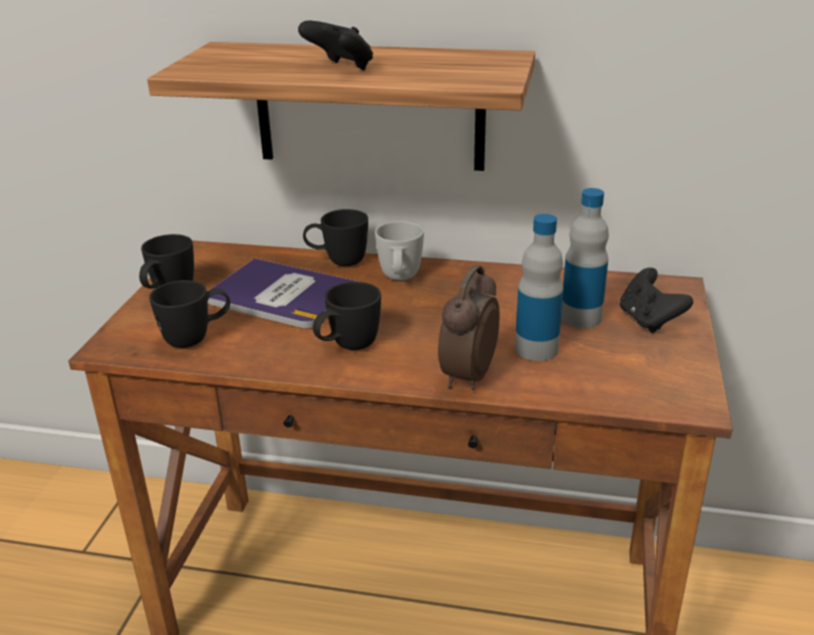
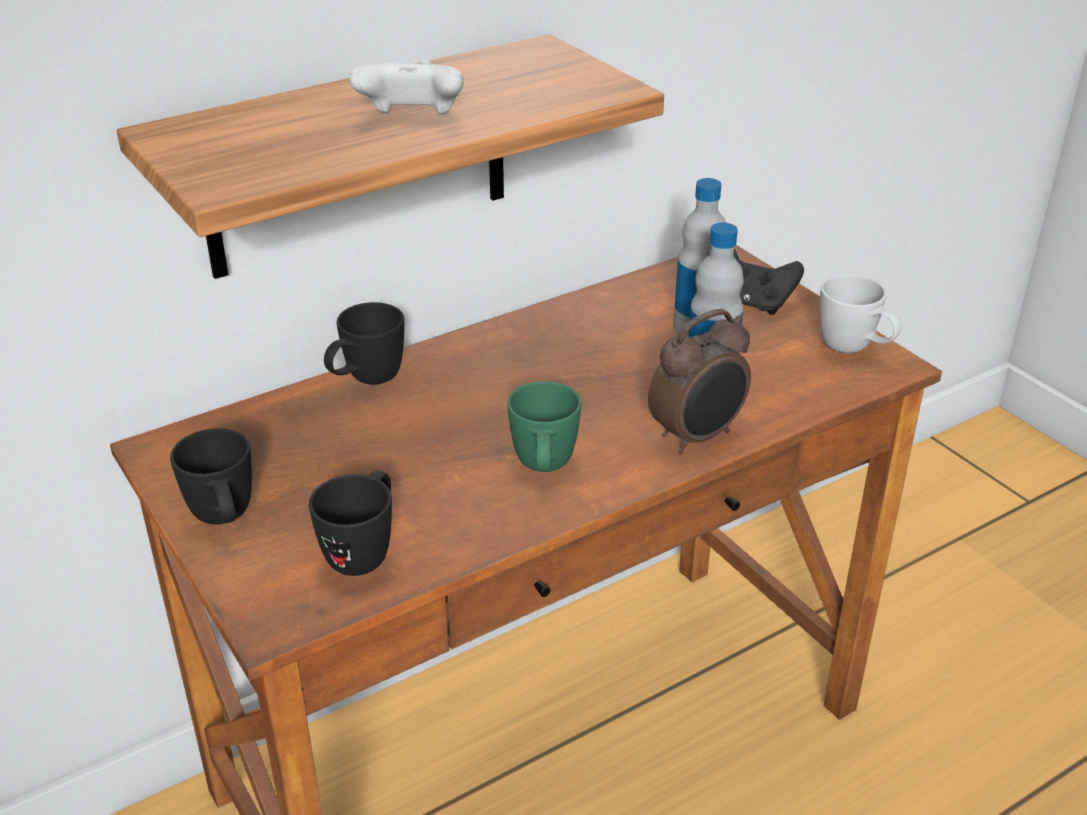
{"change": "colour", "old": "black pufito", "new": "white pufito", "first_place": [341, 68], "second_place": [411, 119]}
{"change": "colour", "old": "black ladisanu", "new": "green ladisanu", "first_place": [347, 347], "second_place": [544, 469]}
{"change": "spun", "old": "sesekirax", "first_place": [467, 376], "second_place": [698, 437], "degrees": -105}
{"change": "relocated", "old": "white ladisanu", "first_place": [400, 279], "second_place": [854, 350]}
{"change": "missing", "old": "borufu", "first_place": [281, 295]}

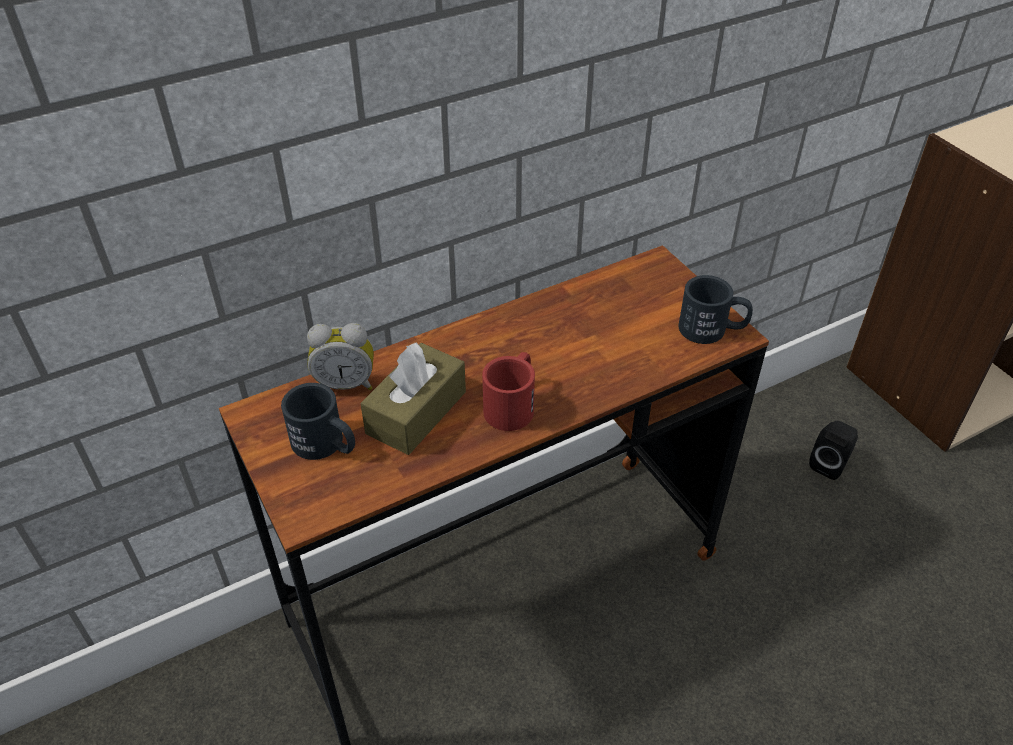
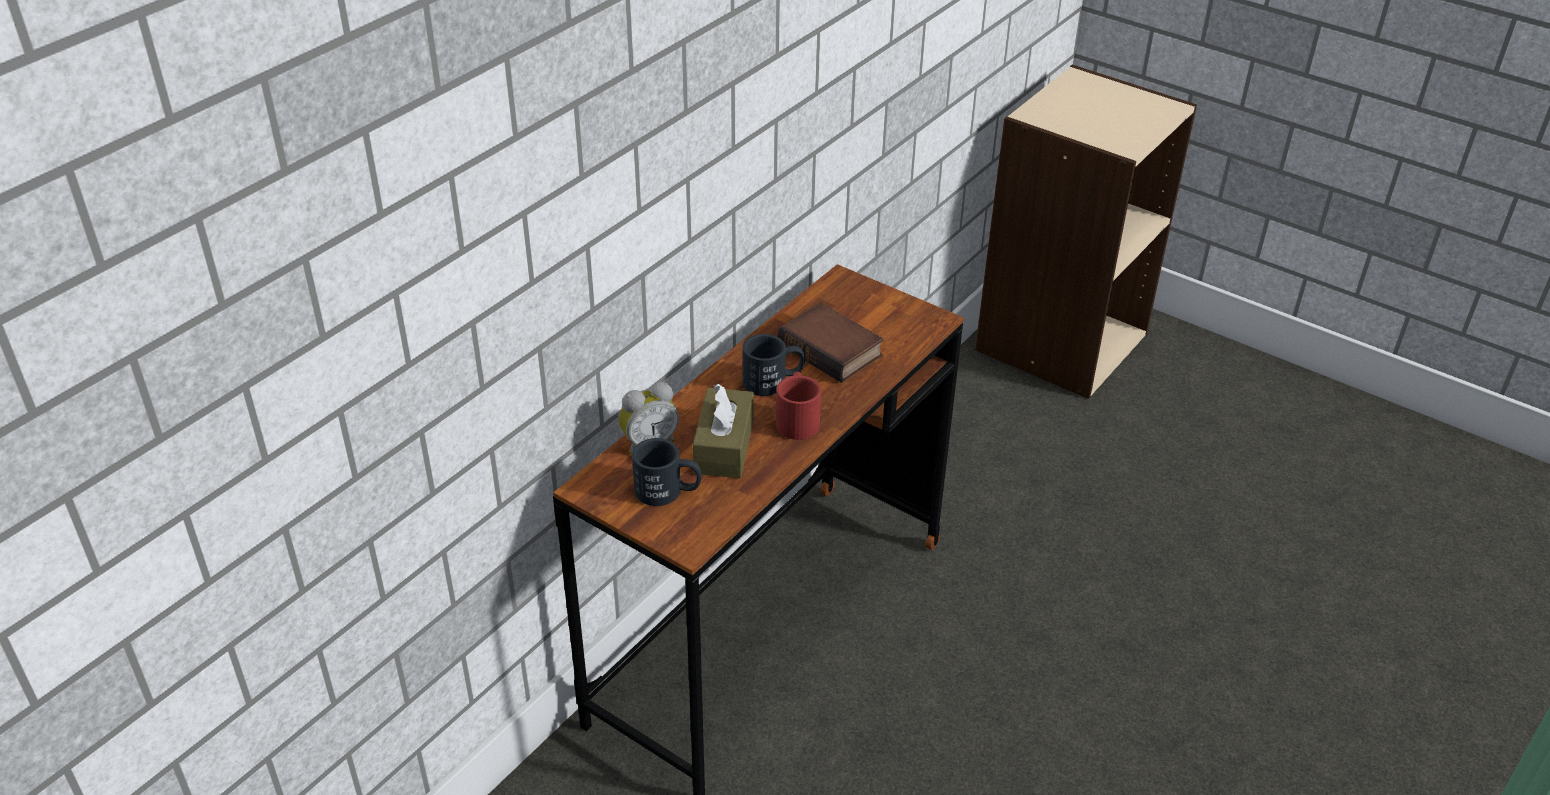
{"change": "relocated", "old": "black ladisanu", "first_place": [712, 329], "second_place": [773, 381]}
{"change": "appeared", "new": "borufu", "second_place": [833, 350]}
{"change": "missing", "old": "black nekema", "first_place": [829, 464]}

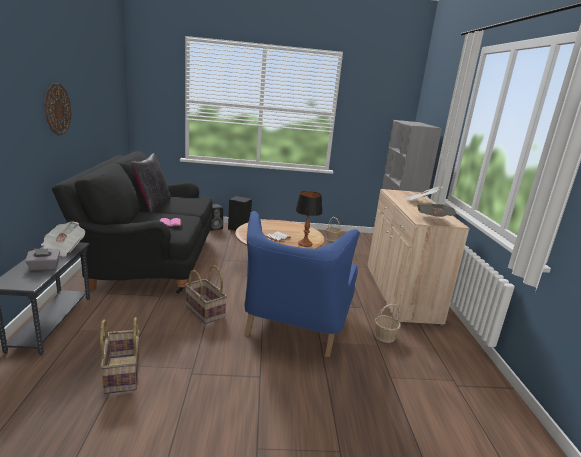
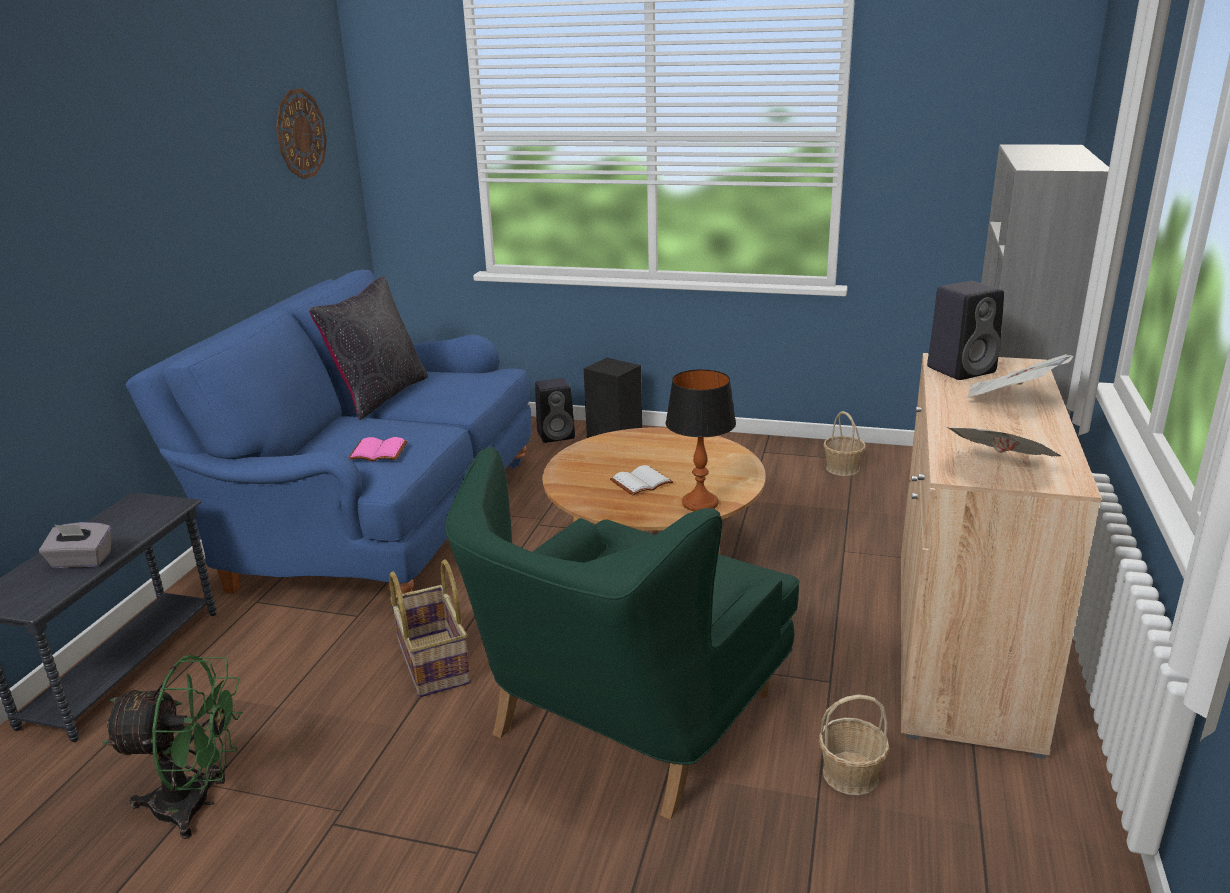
{"change": "exchanged", "old": "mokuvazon", "new": "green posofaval", "first_place": [121, 373], "second_place": [197, 804]}
{"change": "colour", "old": "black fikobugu", "new": "blue fikobugu", "first_place": [149, 260], "second_place": [376, 520]}
{"change": "relocated", "old": "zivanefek", "first_place": [57, 109], "second_place": [300, 134]}
{"change": "colour", "old": "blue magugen", "new": "green magugen", "first_place": [296, 325], "second_place": [628, 718]}
{"change": "appeared", "new": "black nekema", "second_place": [962, 369]}
{"change": "missing", "old": "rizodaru", "first_place": [62, 251]}

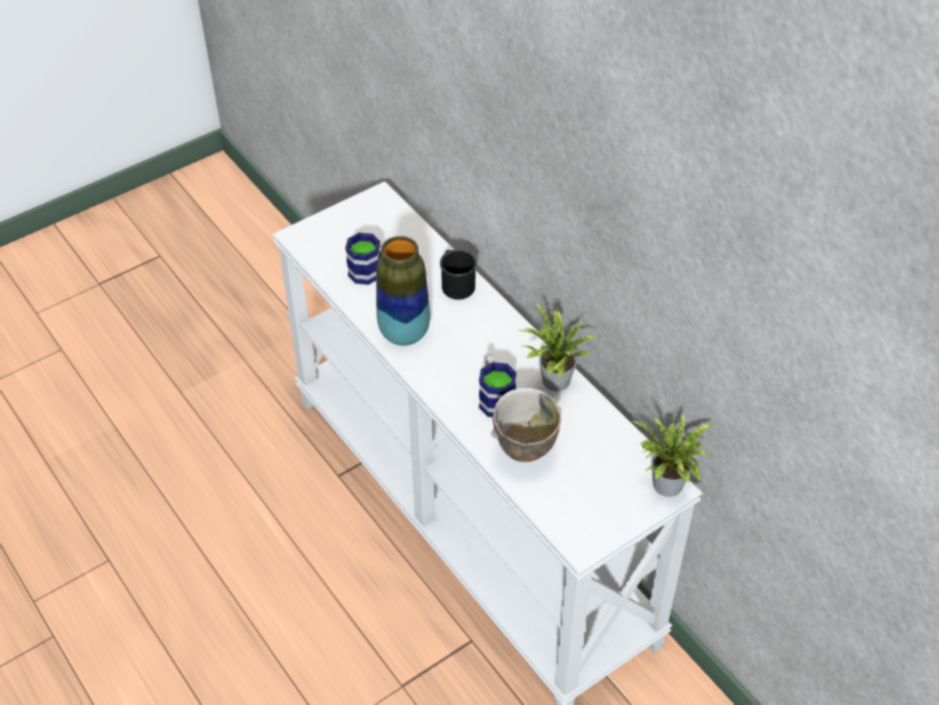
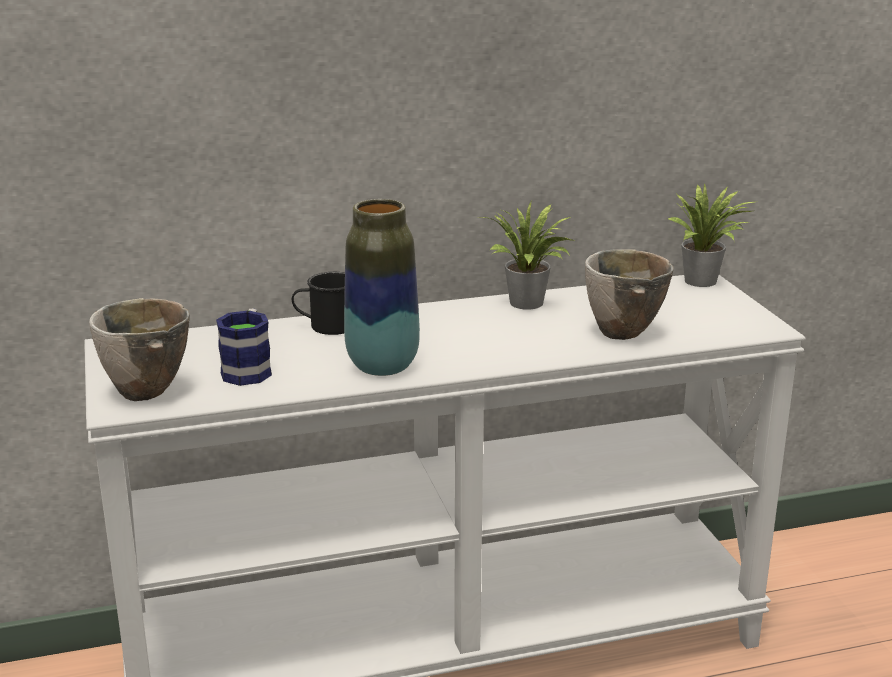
{"change": "appeared", "new": "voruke", "second_place": [147, 393]}
{"change": "missing", "old": "ladisanu", "first_place": [494, 397]}

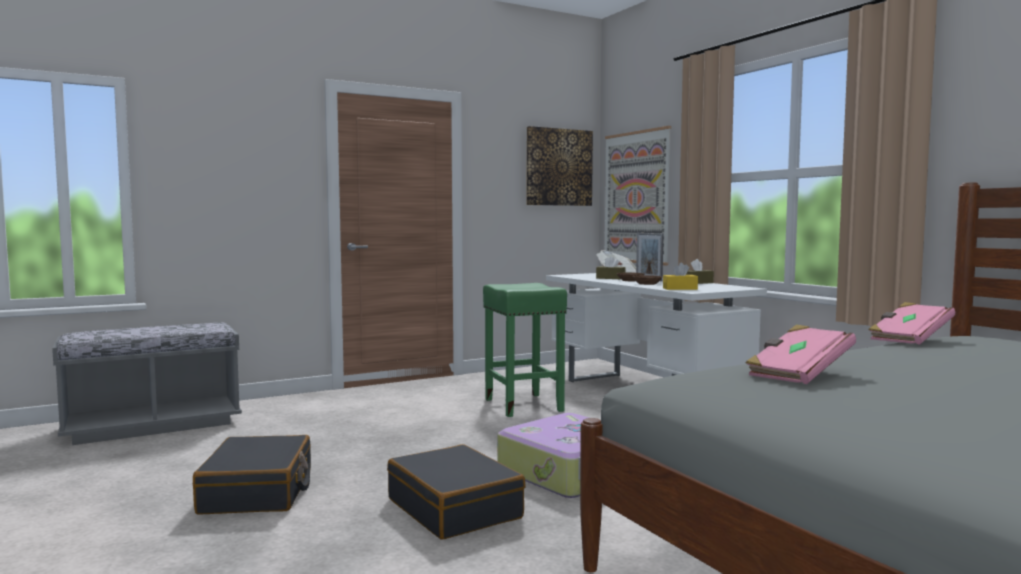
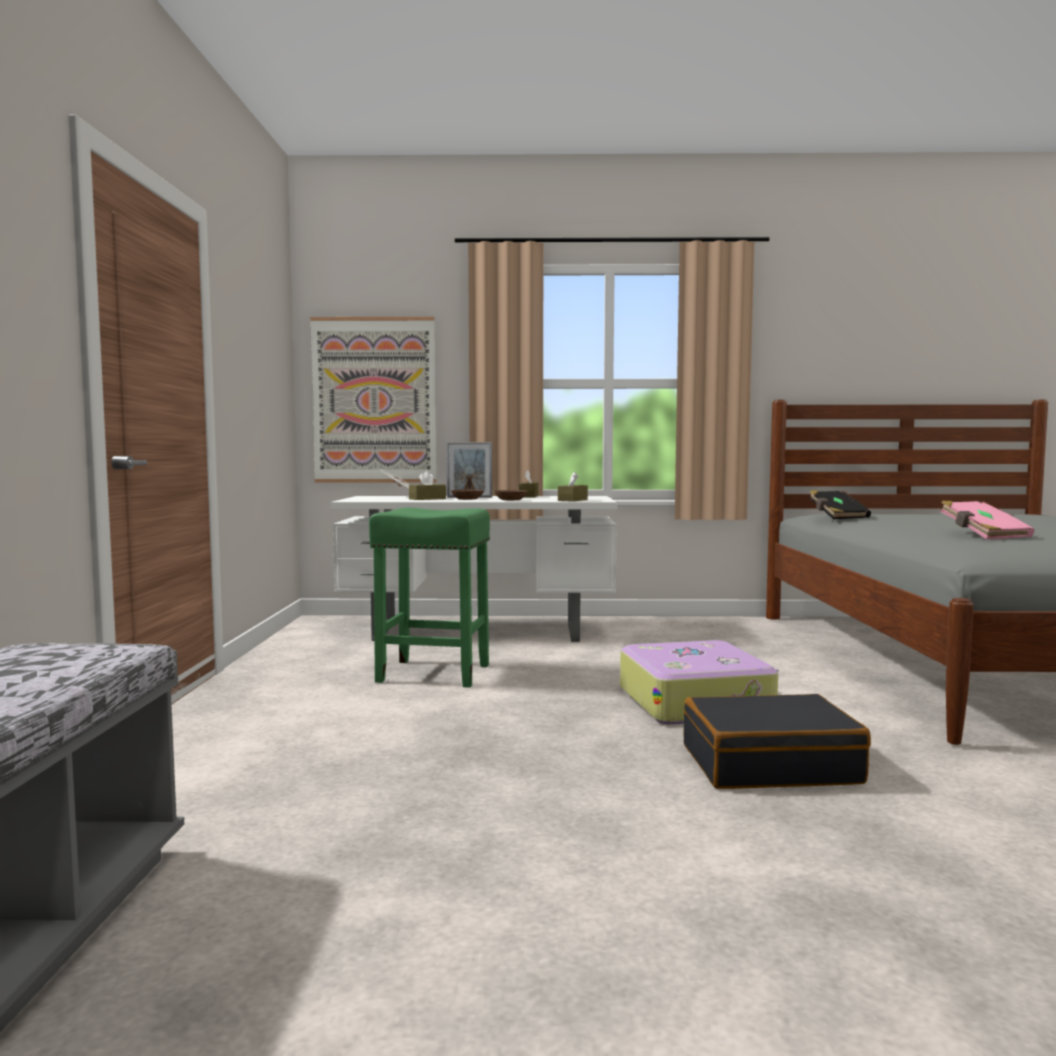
{"change": "colour", "old": "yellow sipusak", "new": "brown sipusak", "first_place": [680, 289], "second_place": [572, 500]}
{"change": "colour", "old": "pink borufu", "new": "black borufu", "first_place": [909, 339], "second_place": [837, 517]}
{"change": "missing", "old": "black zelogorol", "first_place": [258, 492]}
{"change": "missing", "old": "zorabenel", "first_place": [559, 167]}

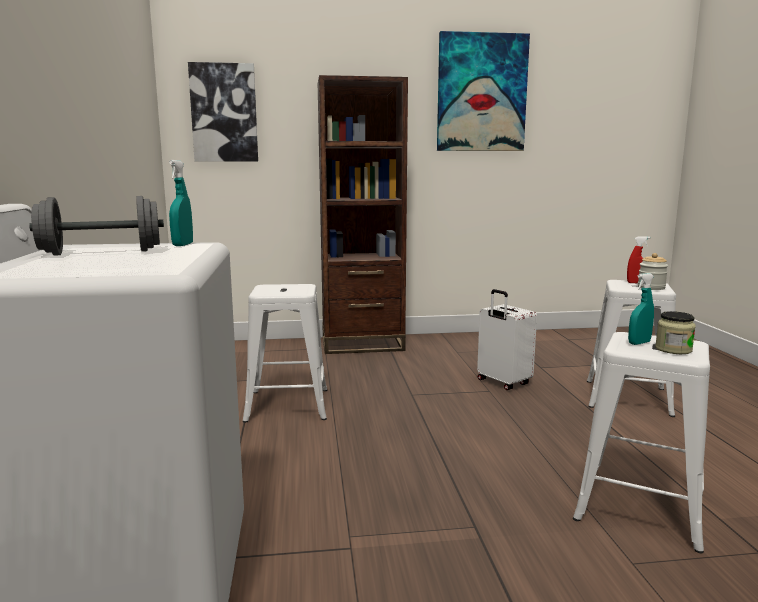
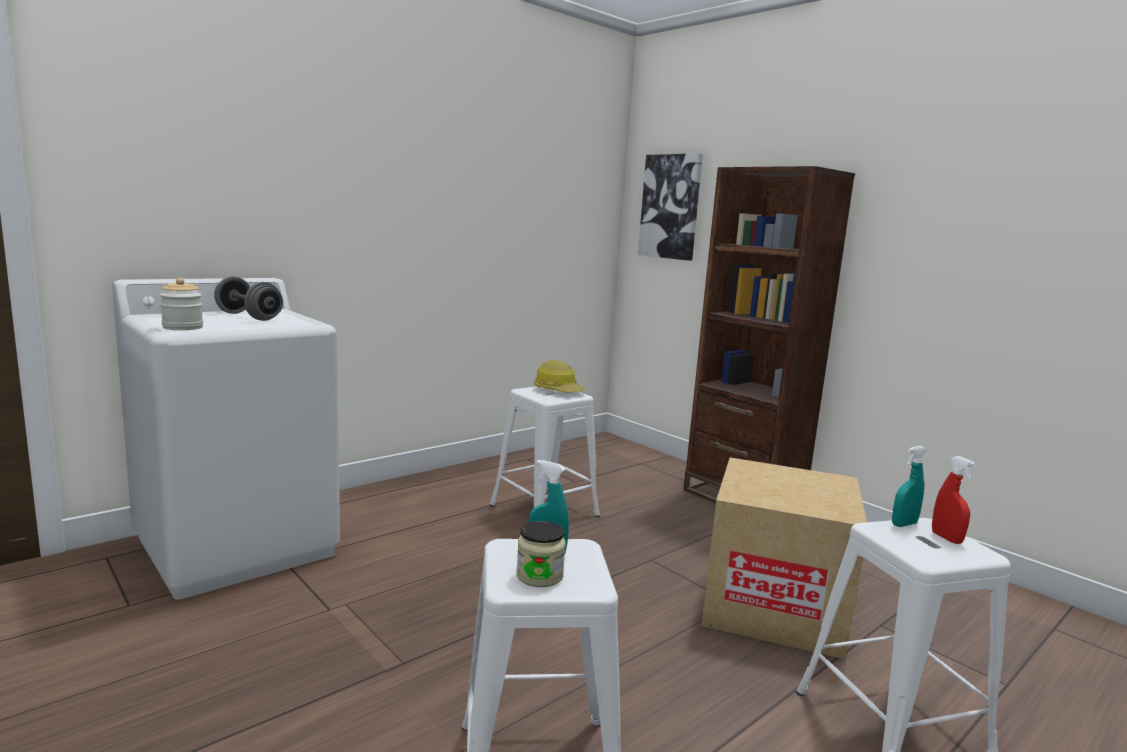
{"change": "relocated", "old": "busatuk", "first_place": [651, 287], "second_place": [183, 327]}
{"change": "appeared", "new": "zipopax", "second_place": [558, 390]}
{"change": "exchanged", "old": "white zelogorol", "new": "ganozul", "first_place": [502, 383], "second_place": [773, 607]}
{"change": "relocated", "old": "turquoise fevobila", "first_place": [183, 245], "second_place": [904, 524]}
{"change": "missing", "old": "zorabenel", "first_place": [481, 93]}

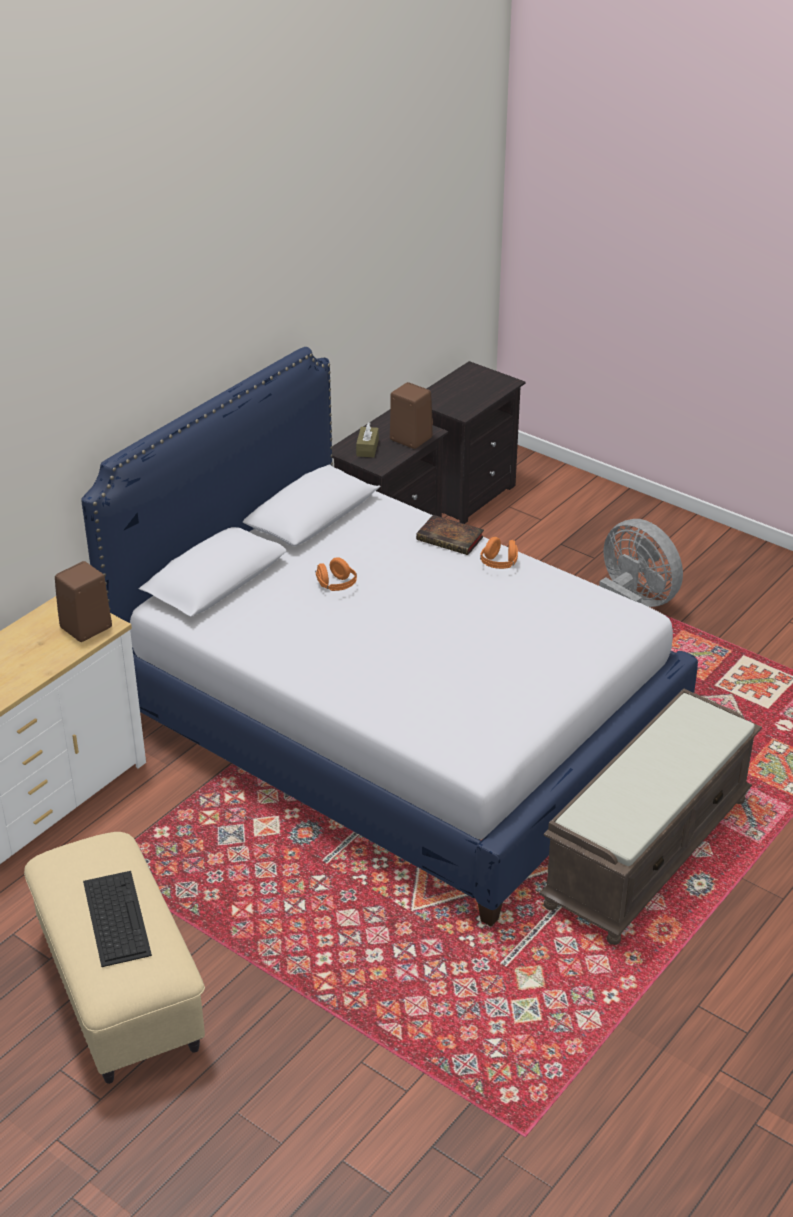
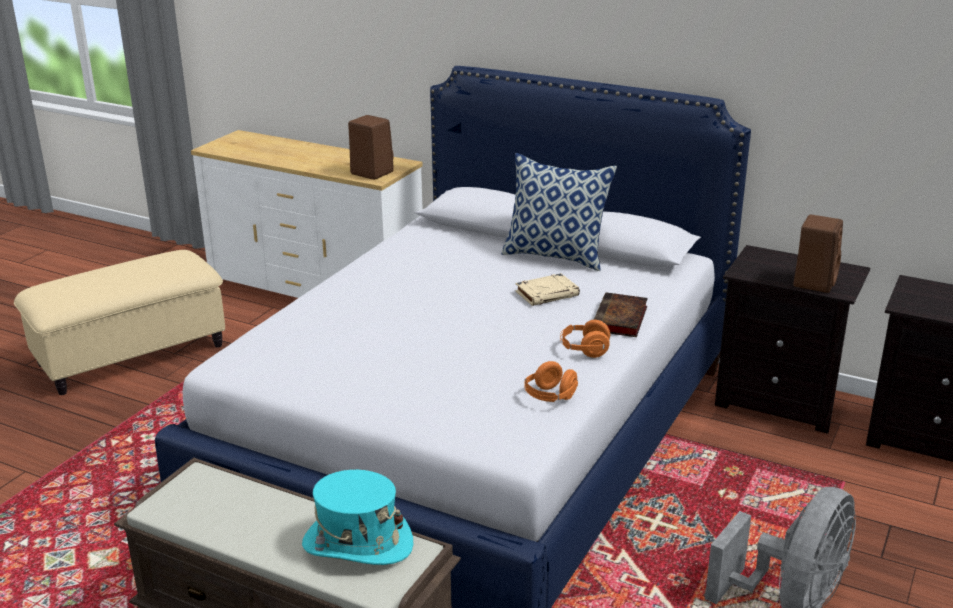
{"change": "appeared", "new": "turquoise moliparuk", "second_place": [357, 544]}
{"change": "appeared", "new": "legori", "second_place": [556, 256]}
{"change": "appeared", "new": "beige borufu", "second_place": [547, 294]}
{"change": "relocated", "old": "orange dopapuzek", "first_place": [336, 586], "second_place": [550, 397]}
{"change": "missing", "old": "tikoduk", "first_place": [115, 917]}
{"change": "missing", "old": "brown sipusak", "first_place": [367, 448]}

